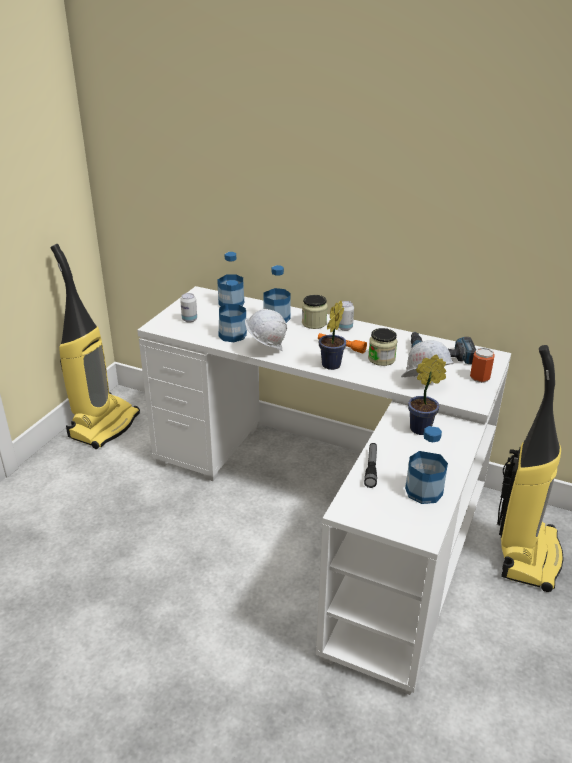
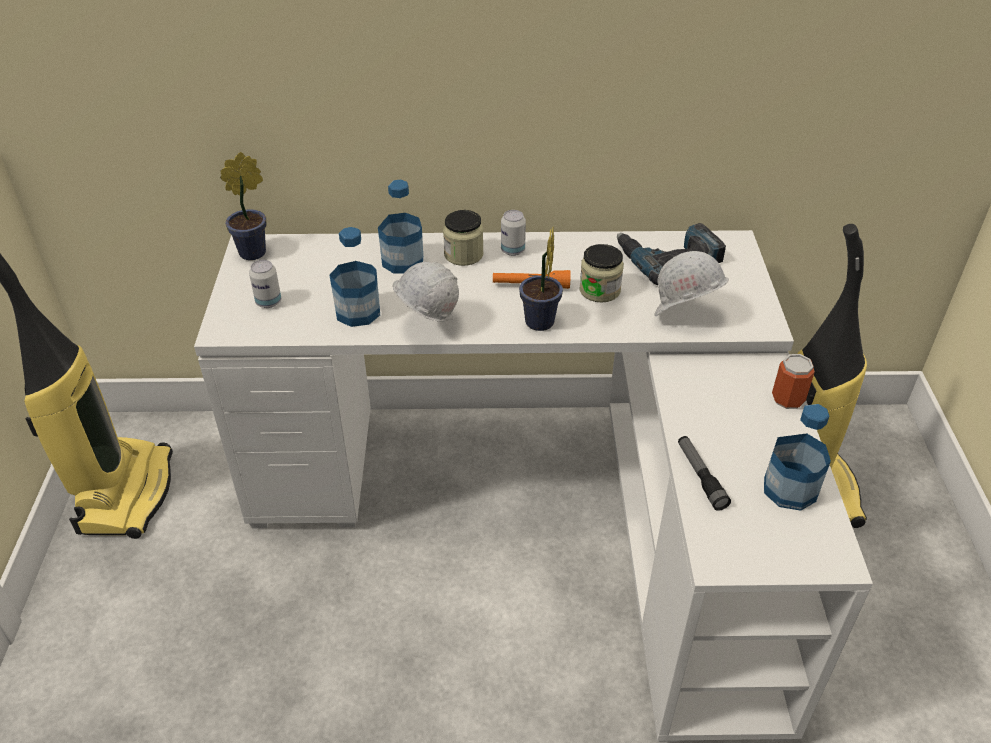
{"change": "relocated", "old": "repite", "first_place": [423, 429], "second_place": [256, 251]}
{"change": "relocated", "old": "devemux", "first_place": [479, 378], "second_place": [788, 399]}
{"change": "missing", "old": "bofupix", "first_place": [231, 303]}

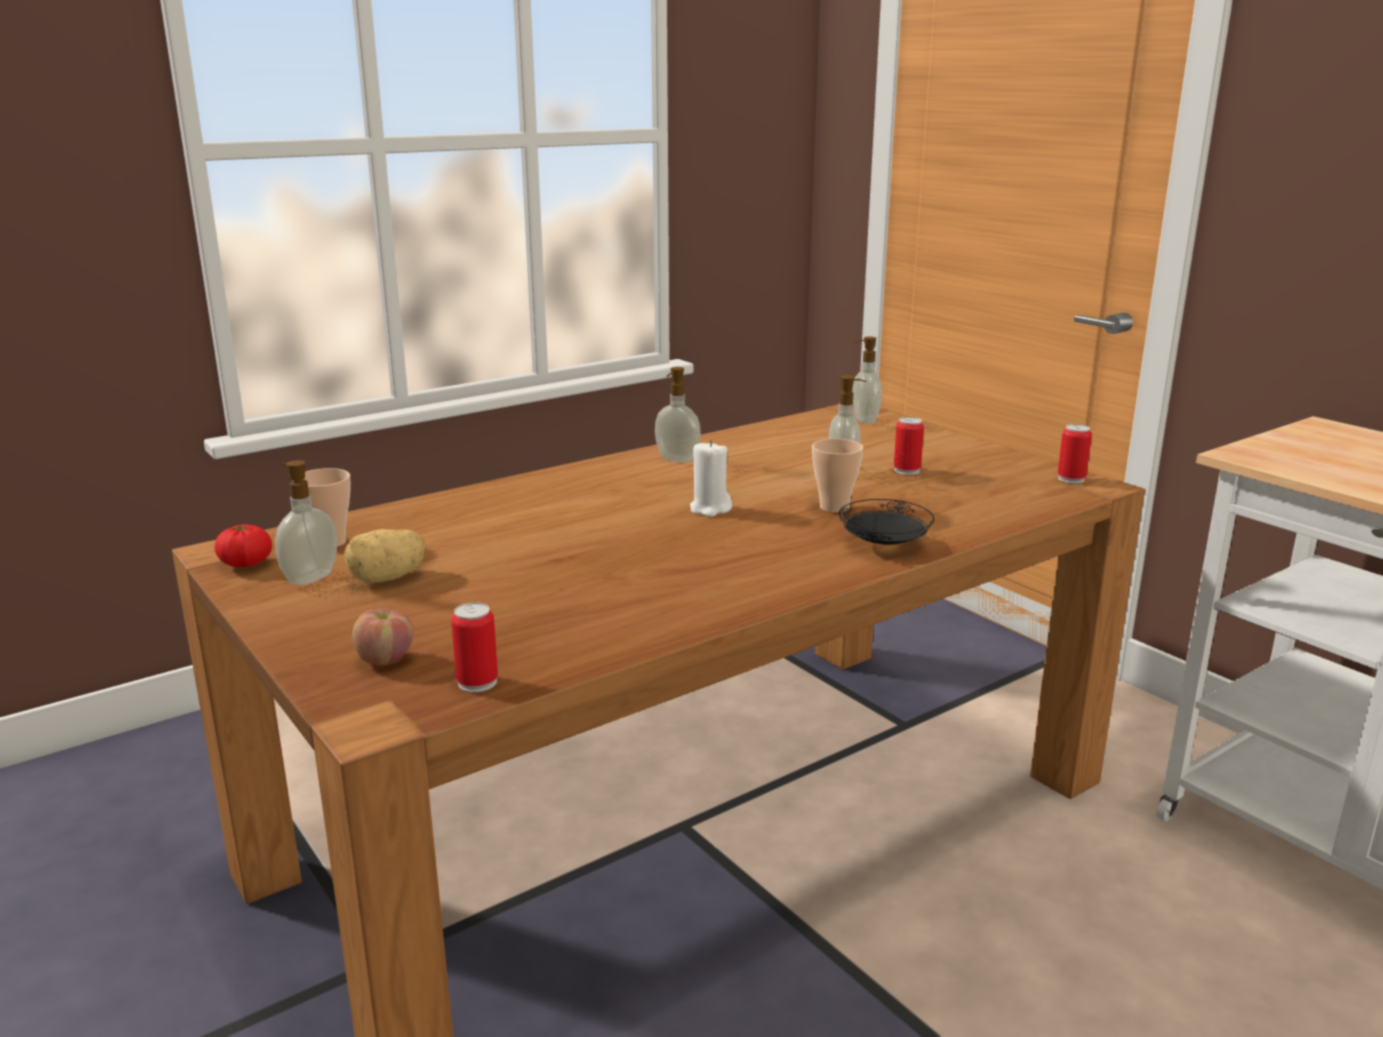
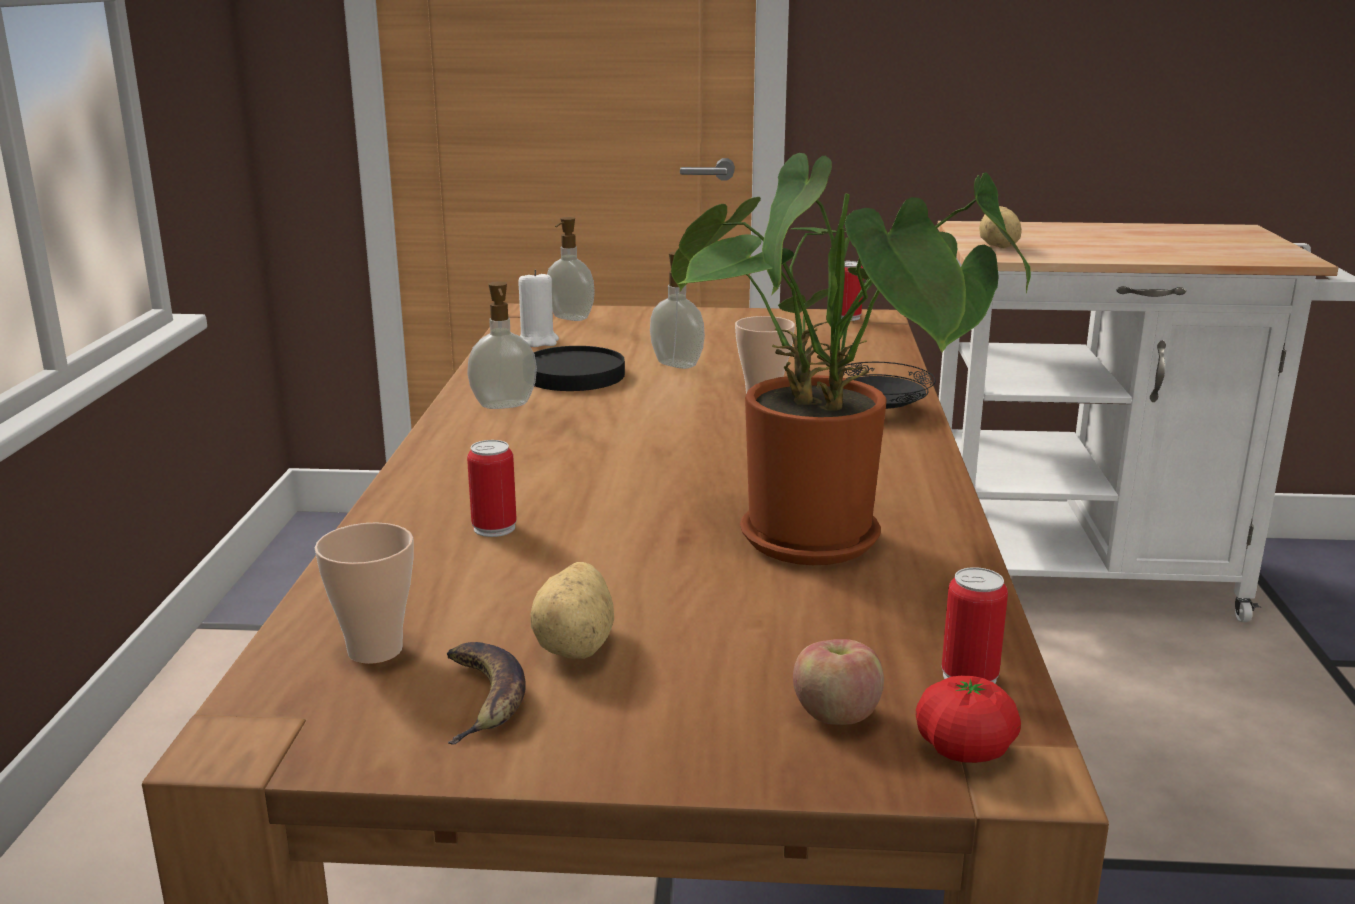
{"change": "exchanged", "old": "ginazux", "new": "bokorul", "first_place": [309, 578], "second_place": [481, 696]}
{"change": "relocated", "old": "devemux", "first_place": [906, 470], "second_place": [494, 528]}
{"change": "relocated", "old": "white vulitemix", "first_place": [710, 509], "second_place": [538, 341]}
{"change": "appeared", "new": "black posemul", "second_place": [574, 375]}
{"change": "appeared", "new": "repite", "second_place": [826, 542]}
{"change": "relocated", "old": "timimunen", "first_place": [246, 563], "second_place": [964, 749]}
{"change": "appeared", "new": "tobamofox", "second_place": [999, 246]}

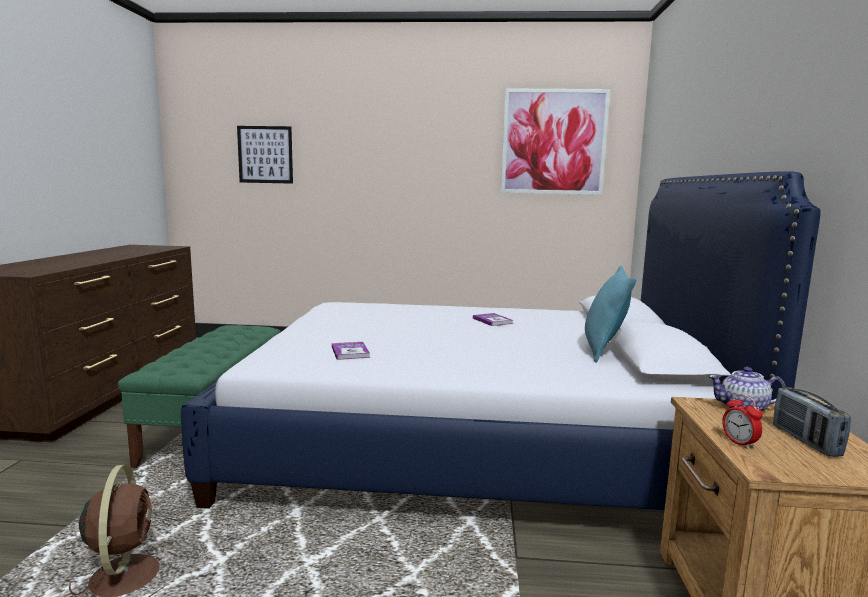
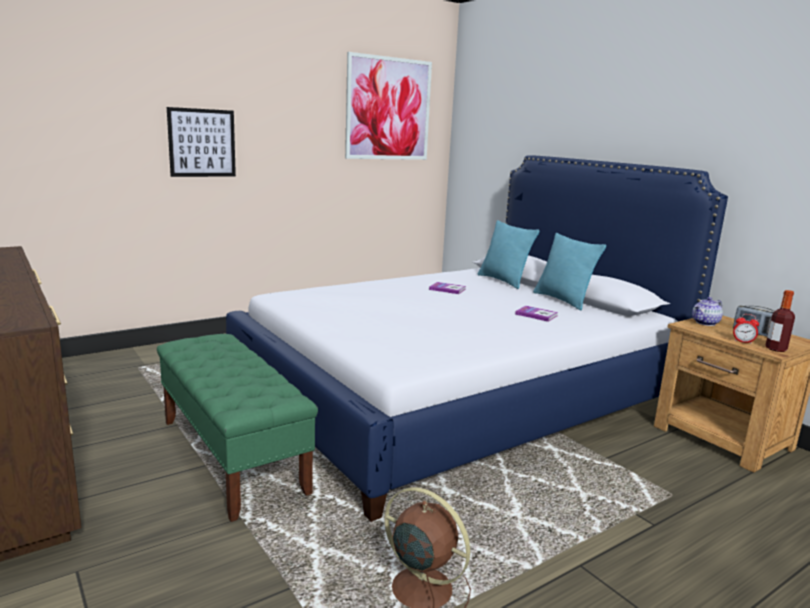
{"change": "relocated", "old": "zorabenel", "first_place": [265, 154], "second_place": [202, 143]}
{"change": "appeared", "new": "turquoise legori", "second_place": [503, 281]}
{"change": "relocated", "old": "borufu", "first_place": [350, 352], "second_place": [536, 315]}
{"change": "appeared", "new": "bofupix", "second_place": [775, 349]}

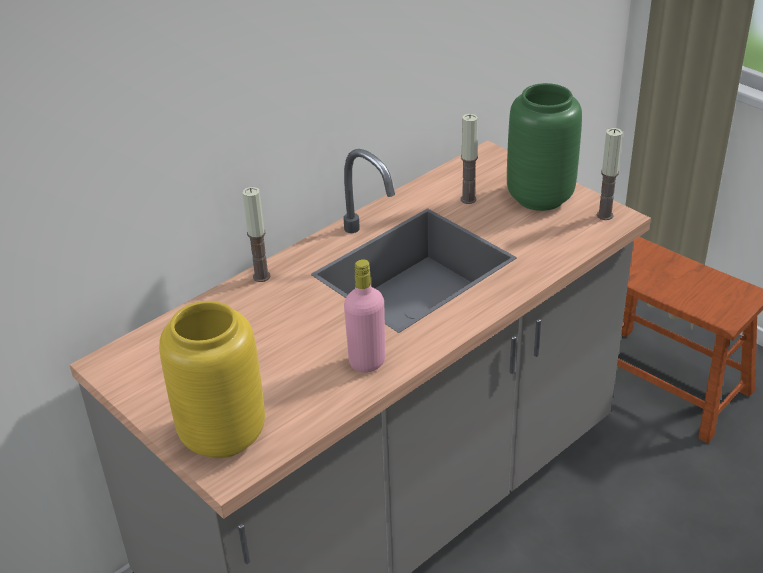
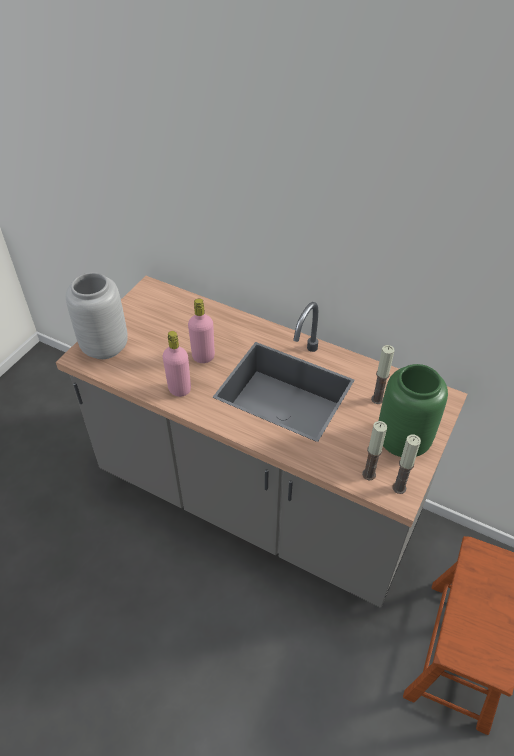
{"change": "colour", "old": "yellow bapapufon", "new": "grey bapapufon", "first_place": [221, 435], "second_place": [105, 346]}
{"change": "appeared", "new": "pink bofupix", "second_place": [203, 357]}
{"change": "relocated", "old": "vulitemix", "first_place": [261, 276], "second_place": [369, 474]}

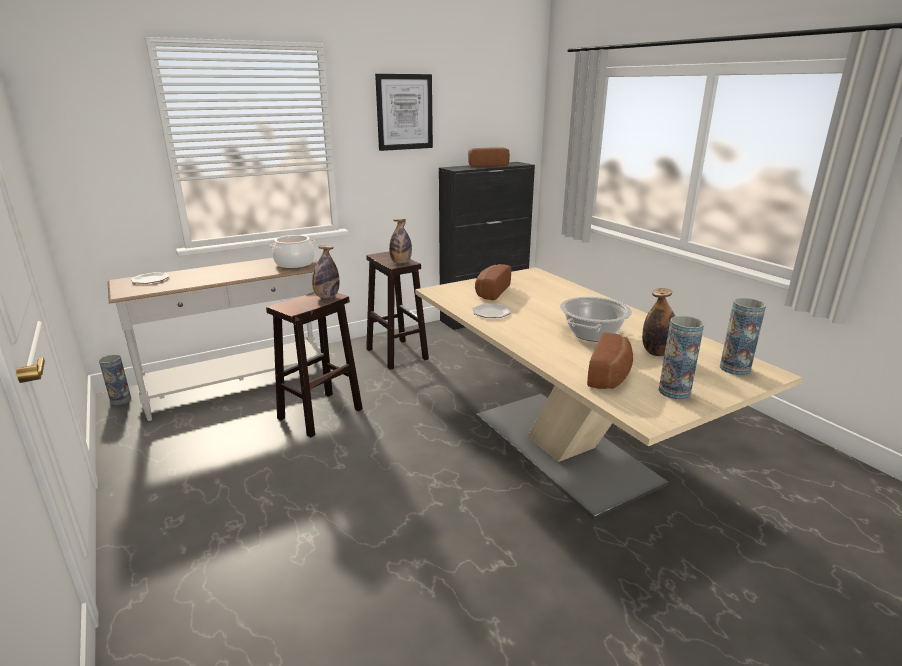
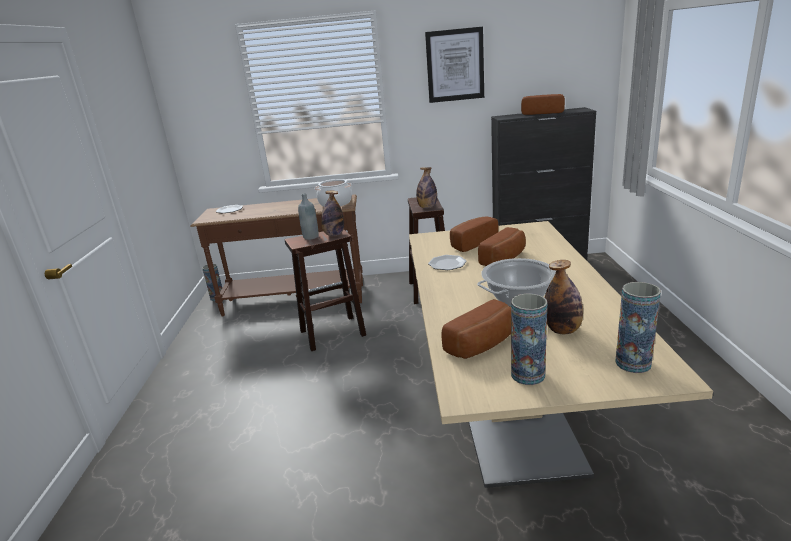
{"change": "colour", "old": "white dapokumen", "new": "brown dapokumen", "first_place": [239, 387], "second_place": [294, 301]}
{"change": "appeared", "new": "grey bofupix", "second_place": [311, 237]}
{"change": "appeared", "new": "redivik", "second_place": [505, 258]}

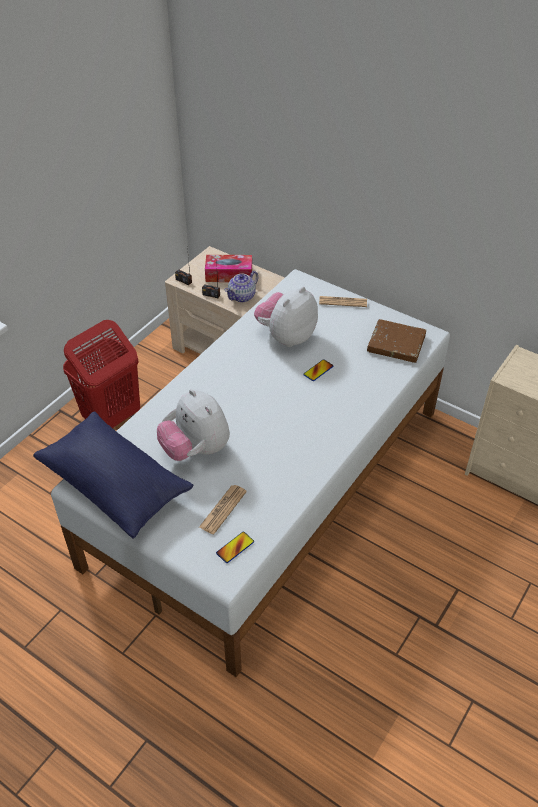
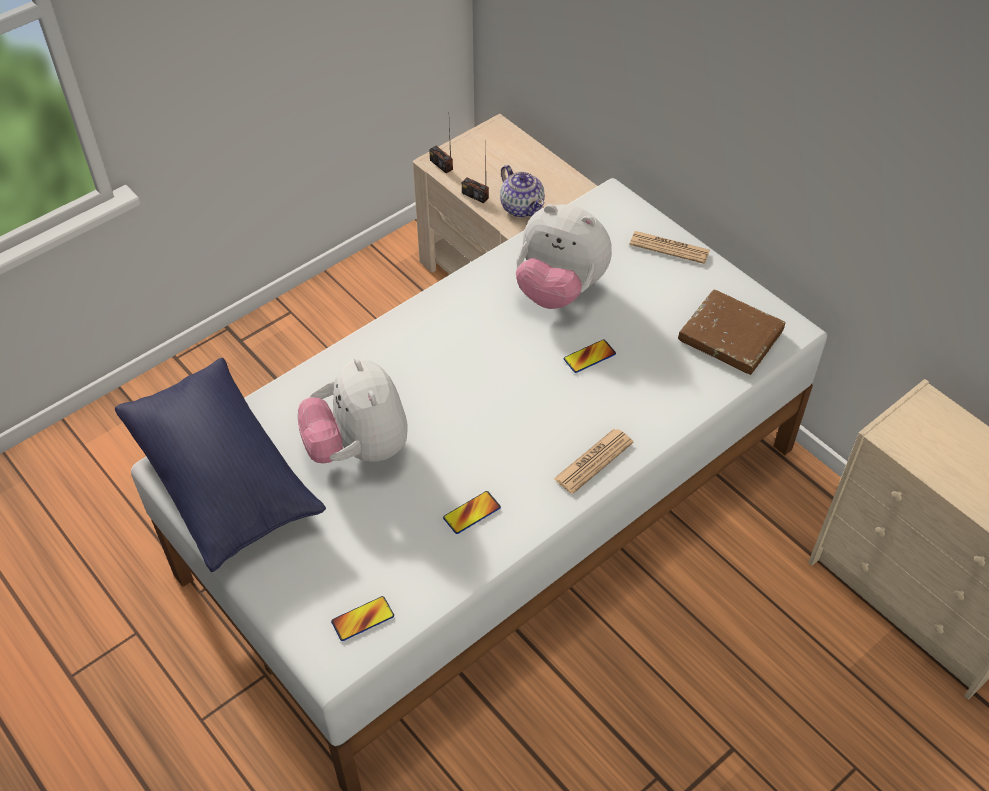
{"change": "appeared", "new": "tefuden", "second_place": [472, 513]}
{"change": "spun", "old": "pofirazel", "first_place": [242, 296], "second_place": [522, 207], "degrees": -90}
{"change": "spun", "old": "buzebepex", "first_place": [286, 336], "second_place": [559, 290], "degrees": -120}
{"change": "relocated", "old": "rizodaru", "first_place": [223, 509], "second_place": [593, 461]}
{"change": "missing", "old": "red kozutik", "first_place": [111, 418]}
{"change": "missing", "old": "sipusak", "first_place": [229, 274]}

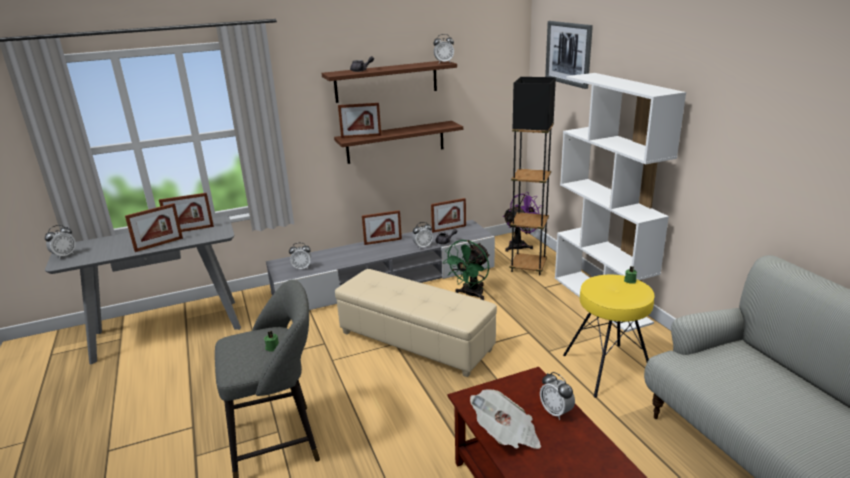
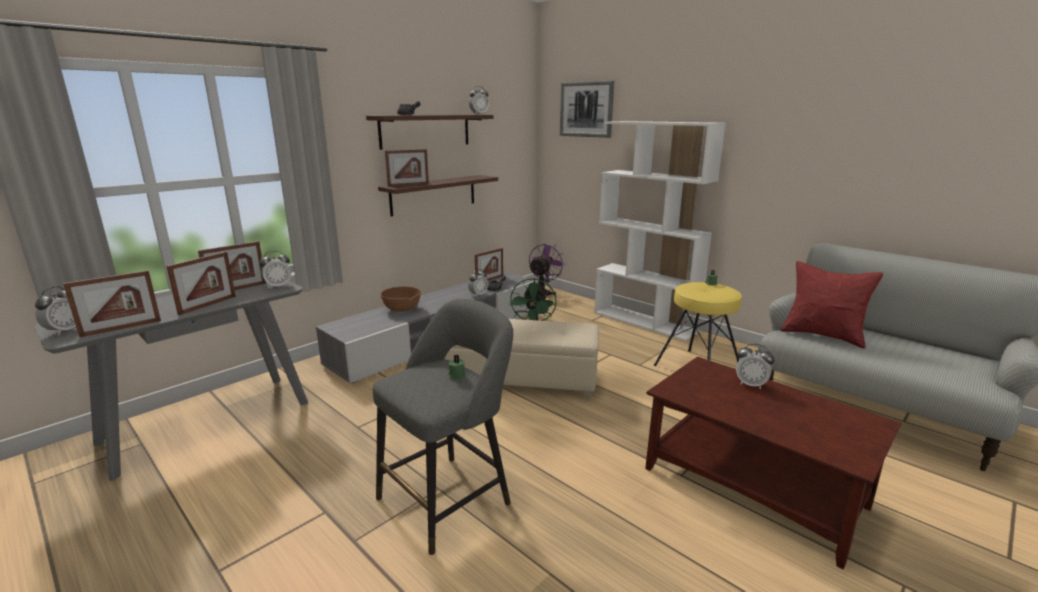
{"change": "relocated", "old": "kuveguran", "first_place": [383, 241], "second_place": [121, 328]}
{"change": "relocated", "old": "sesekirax", "first_place": [302, 268], "second_place": [278, 286]}
{"change": "appeared", "new": "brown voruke", "second_place": [402, 309]}
{"change": "appeared", "new": "red legori", "second_place": [822, 335]}
{"change": "missing", "old": "rizodaru", "first_place": [506, 435]}
{"change": "missing", "old": "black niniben", "first_place": [528, 267]}

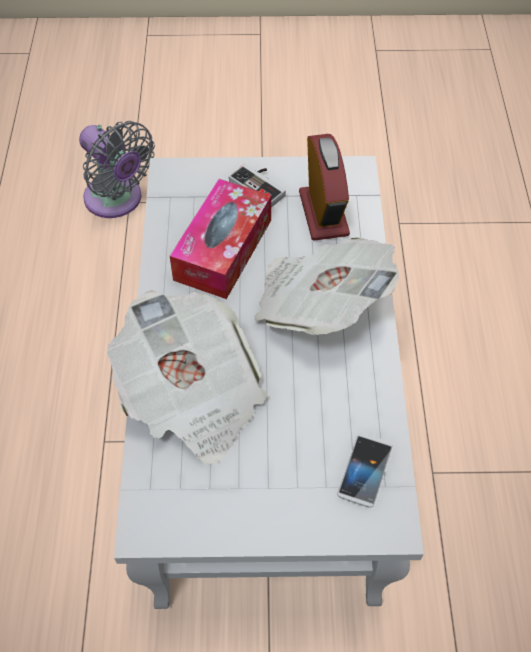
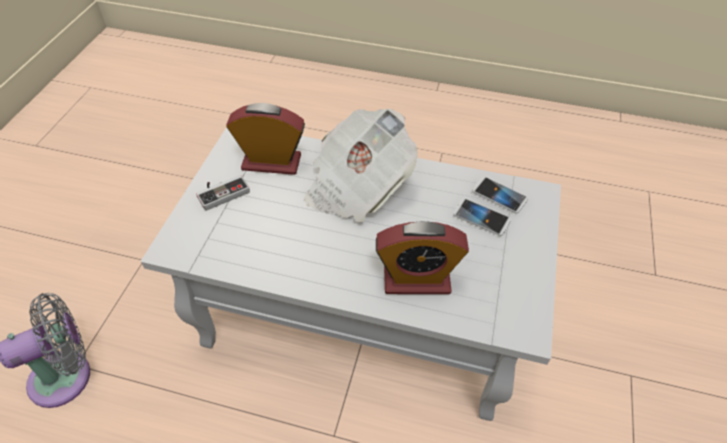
{"change": "exchanged", "old": "rizodaru", "new": "sesekirax", "first_place": [192, 397], "second_place": [416, 279]}
{"change": "appeared", "new": "tefuden", "second_place": [481, 218]}
{"change": "missing", "old": "sipusak", "first_place": [223, 249]}

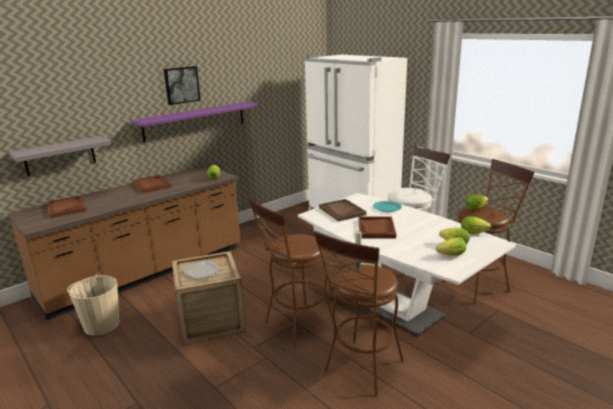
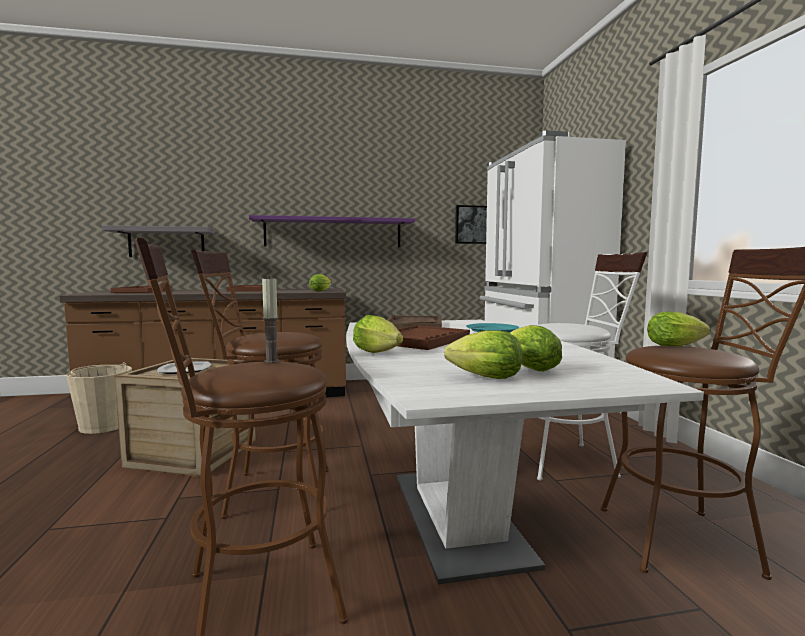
{"change": "relocated", "old": "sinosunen", "first_place": [475, 233], "second_place": [379, 353]}
{"change": "relocated", "old": "zorabenel", "first_place": [181, 85], "second_place": [473, 225]}

